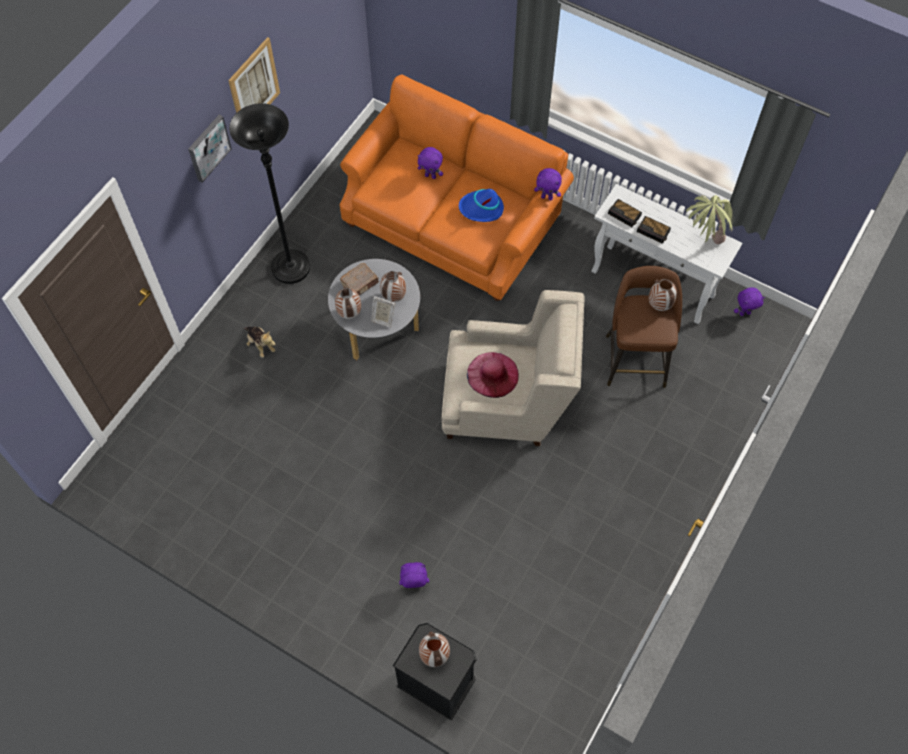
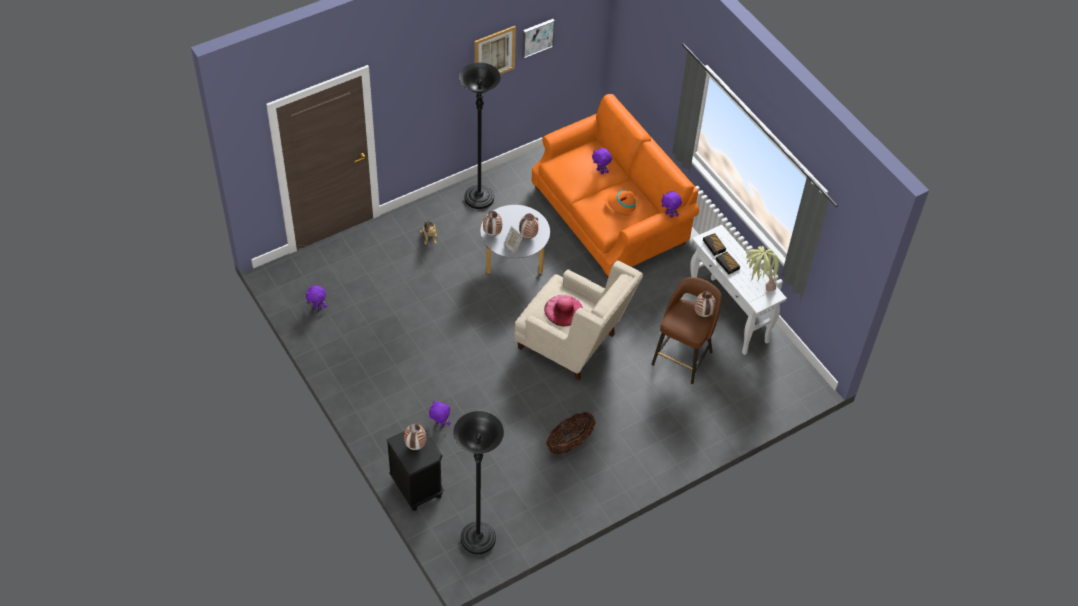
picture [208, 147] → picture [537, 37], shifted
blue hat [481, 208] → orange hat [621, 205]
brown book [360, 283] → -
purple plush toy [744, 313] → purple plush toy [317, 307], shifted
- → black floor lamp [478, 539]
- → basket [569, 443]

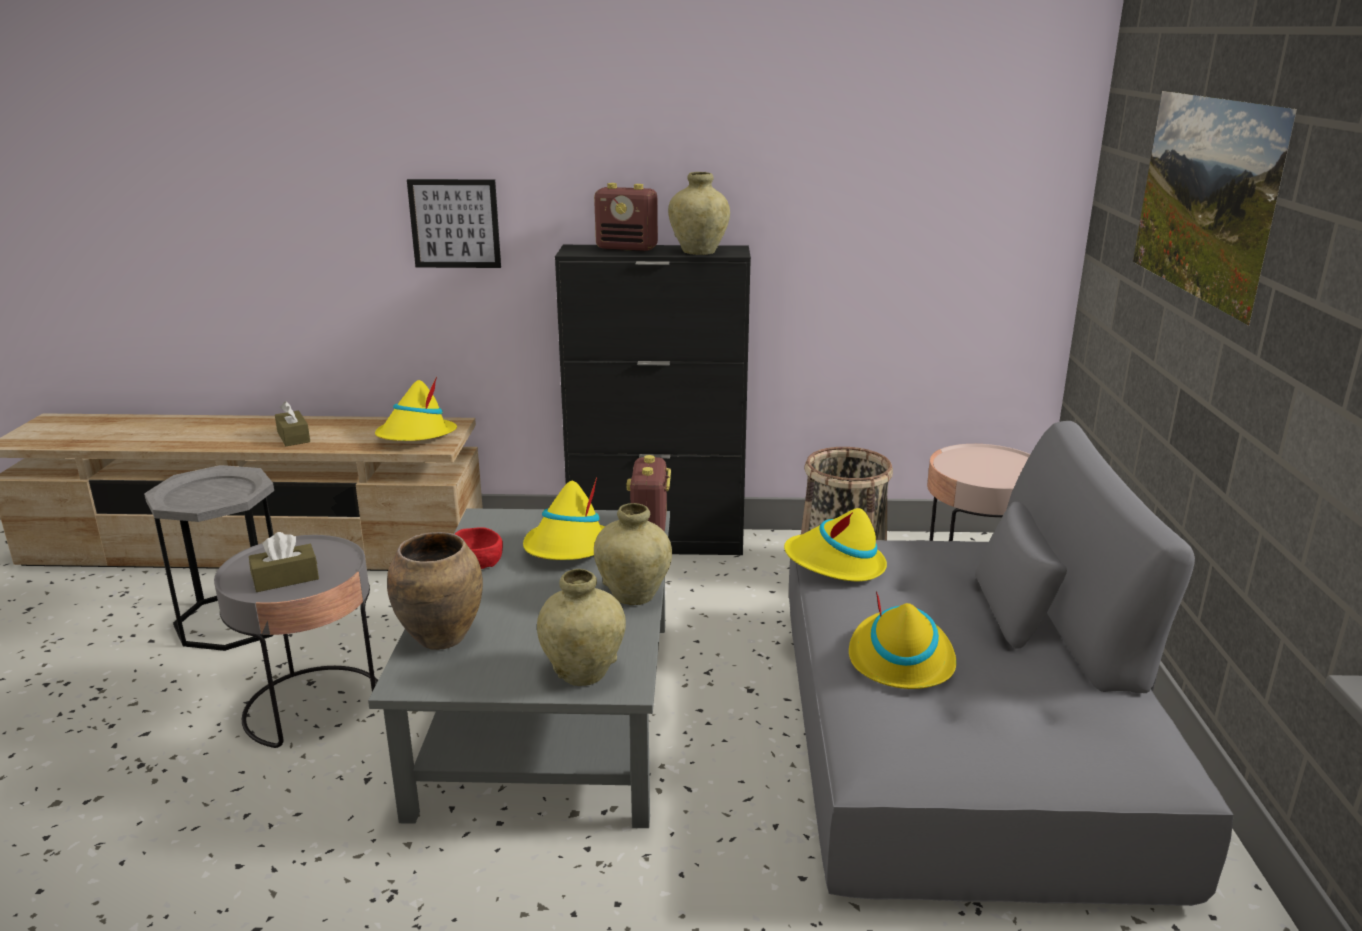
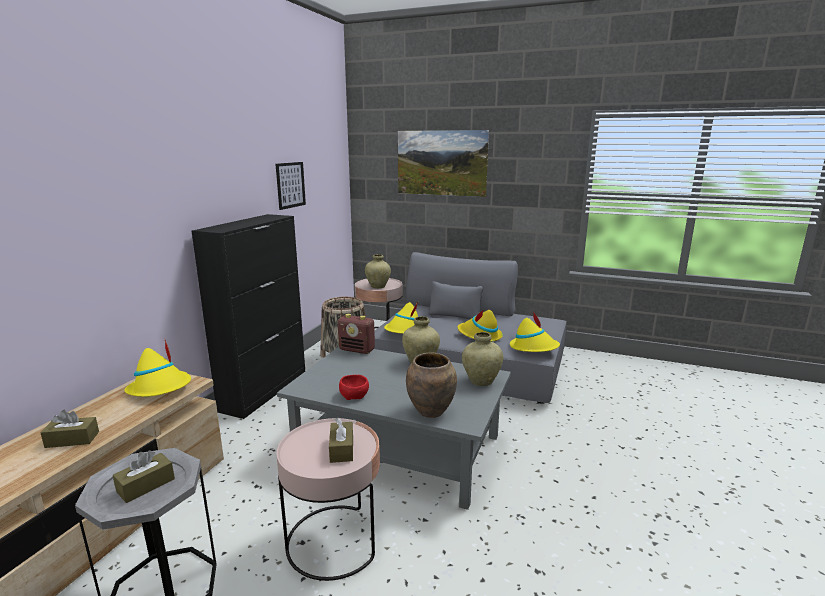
beige vase [698, 252] → beige vase [378, 286], shifted
picture [455, 223] → picture [290, 185], shifted
radio [627, 248] → -
yellow hat [569, 548] → yellow hat [533, 347], shifted
grey side table [314, 706] → pink side table [334, 540]
- → brown tissue box [146, 485]

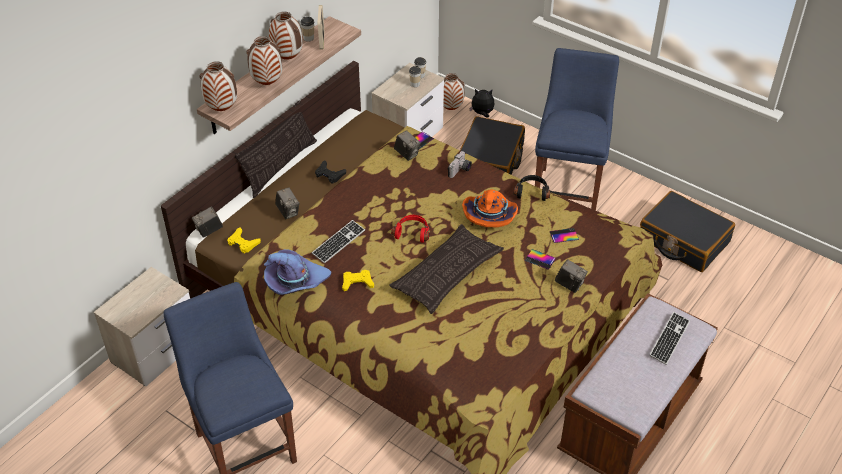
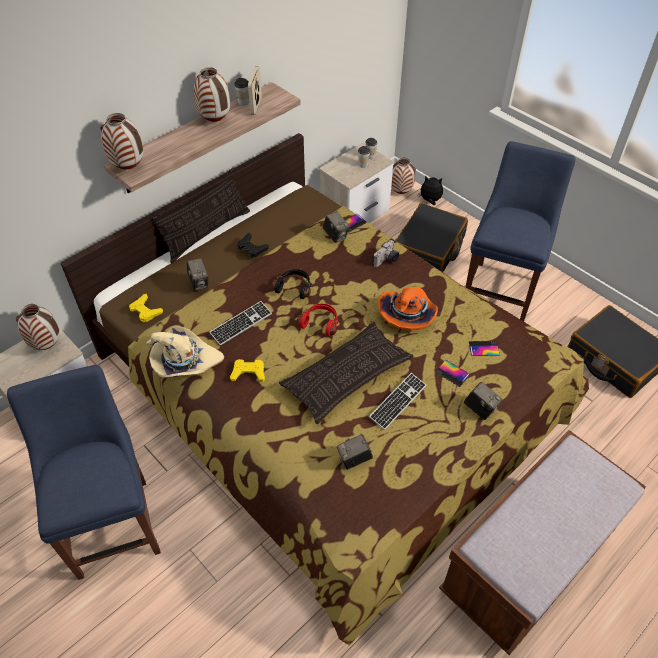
vase [267, 83] → vase [47, 345], shifted
black headphones [532, 192] → black headphones [294, 287], shifted
photo camera [209, 231] → photo camera [354, 460], shifted
purple hat [295, 281] → beige hat [184, 361]
keyboard [669, 339] → keyboard [398, 402], shifted

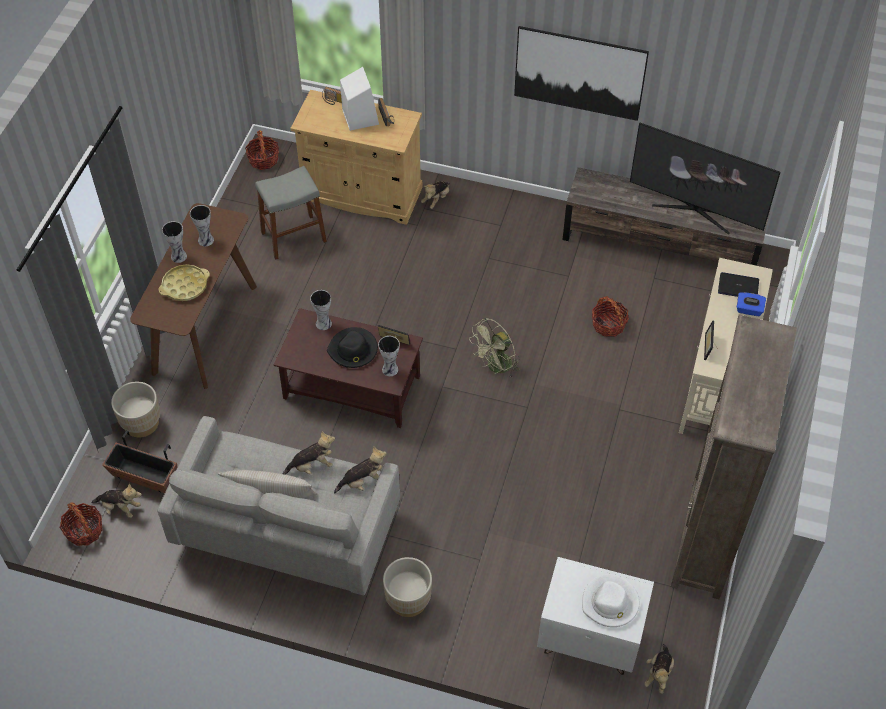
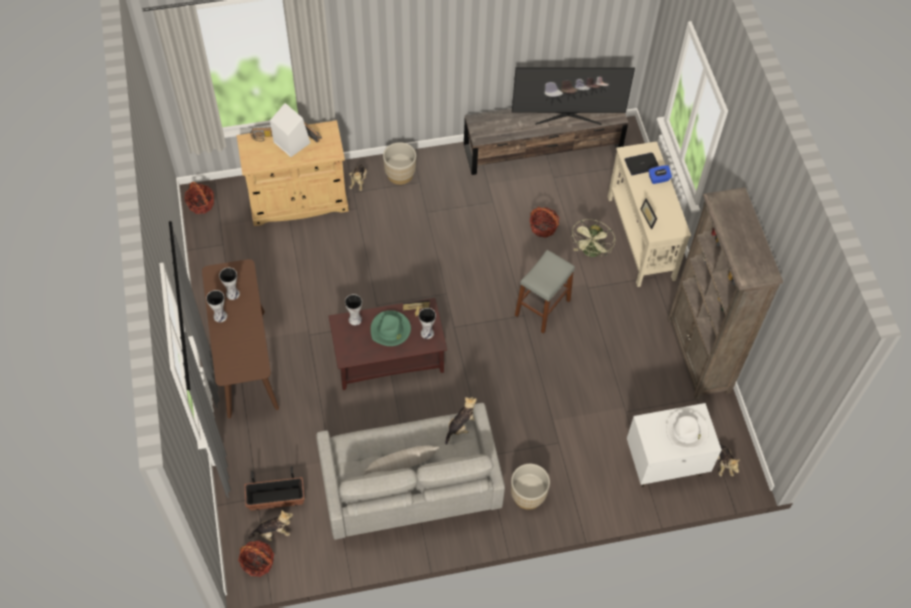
picture [579, 73] → -
grey stool [293, 237] → grey stool [542, 308], shifted
yellow tray [185, 286] → -
green fan [496, 367] → green fan [591, 253], shifted
black hat [353, 350] → green hat [390, 330]
beige planter [141, 423] → beige planter [400, 174], shifted
plush toy [312, 466] → -

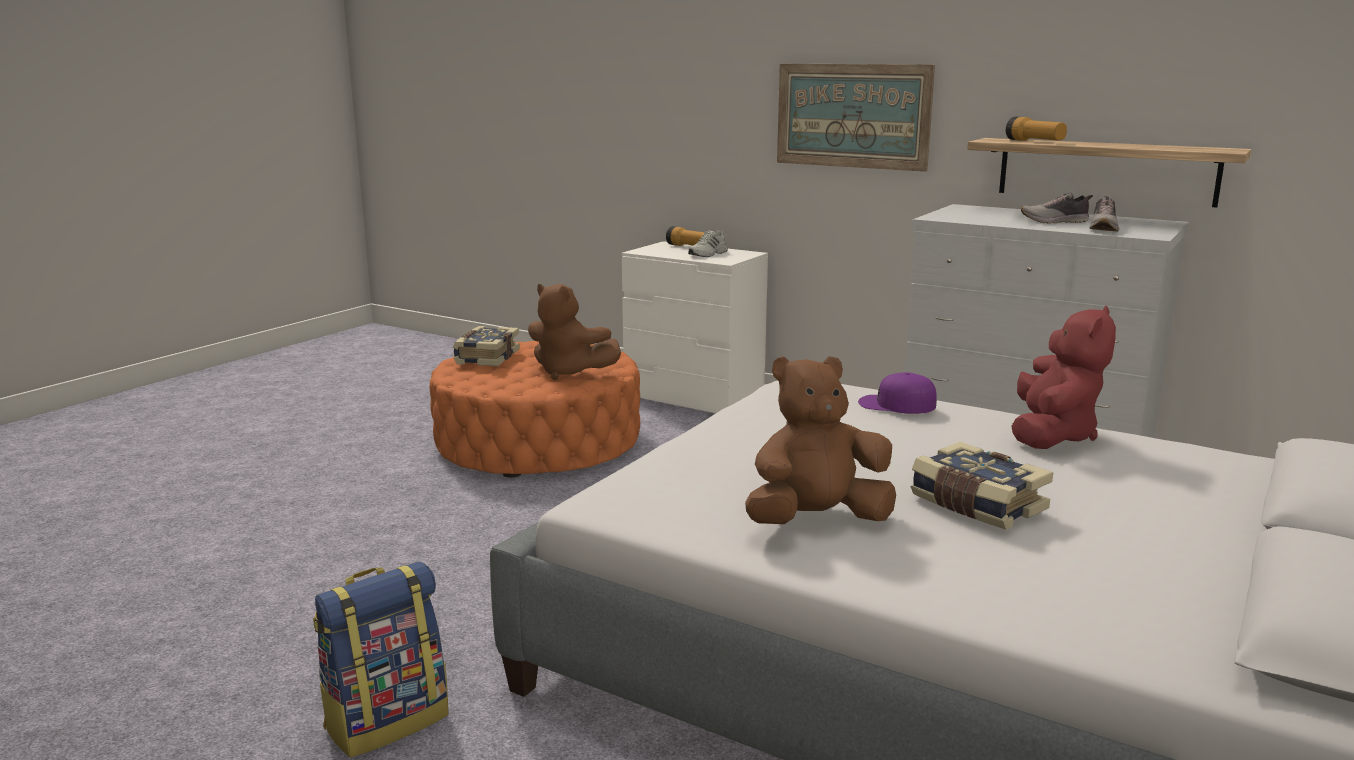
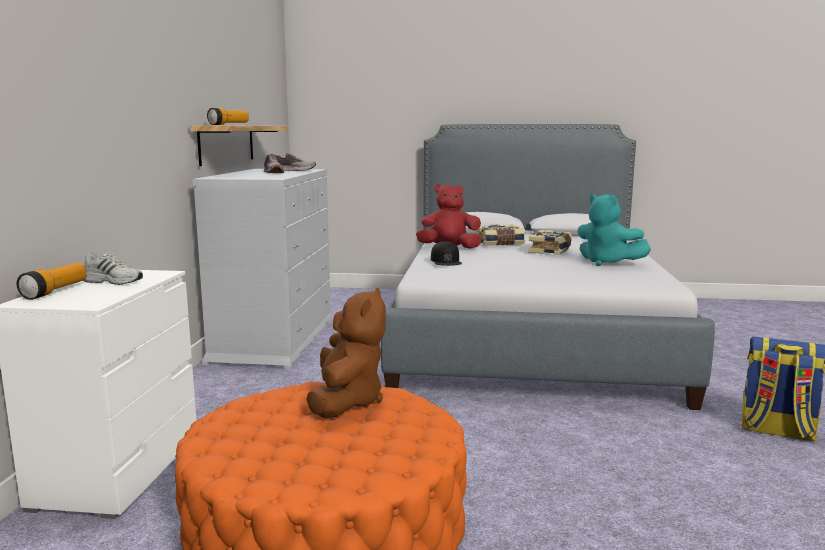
picture [852, 116] → -
book [486, 357] → book [499, 243], shifted
brown plush toy [816, 520] → turquoise plush toy [607, 263]
purple cap [896, 404] → black cap [446, 261]

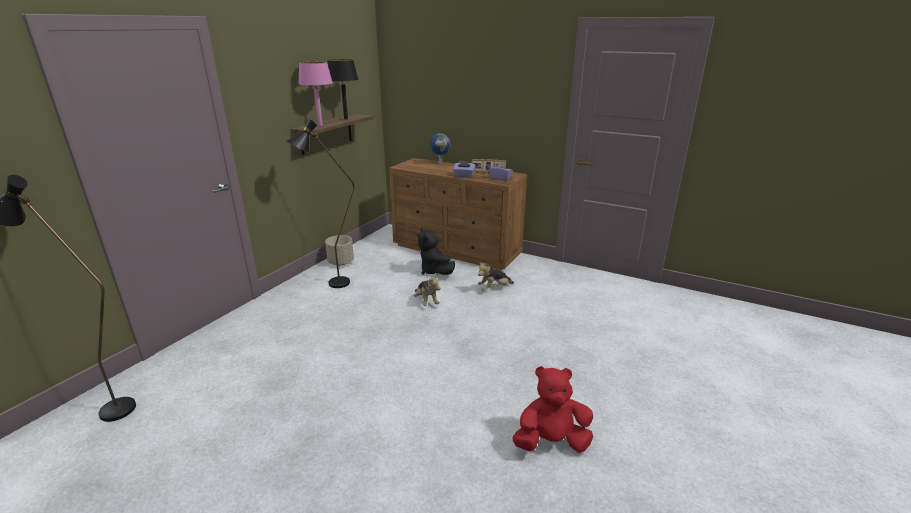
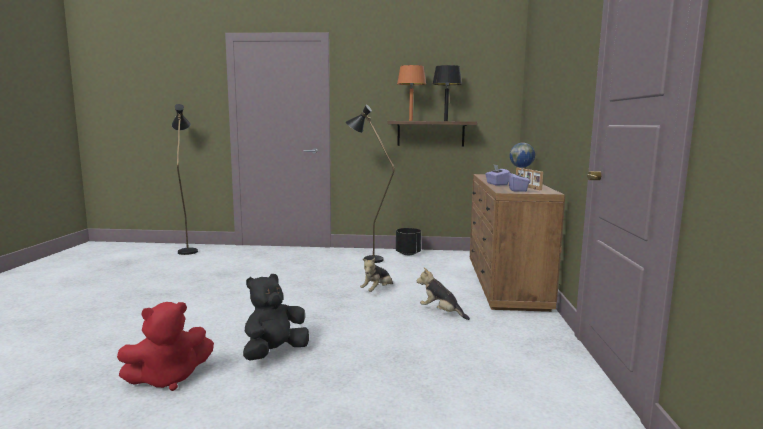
pink table lamp [320, 125] → orange table lamp [410, 120]
black plush toy [435, 271] → black plush toy [274, 352], shifted
beige planter [341, 262] → black planter [408, 253]
red plush toy [551, 441] → red plush toy [168, 379], 90 degrees clockwise

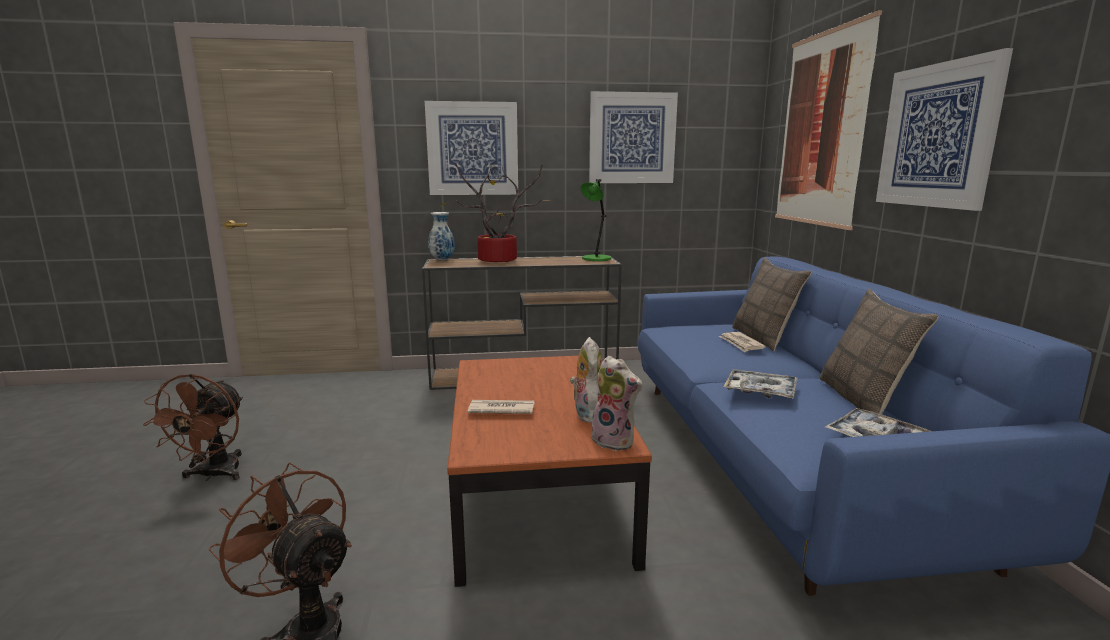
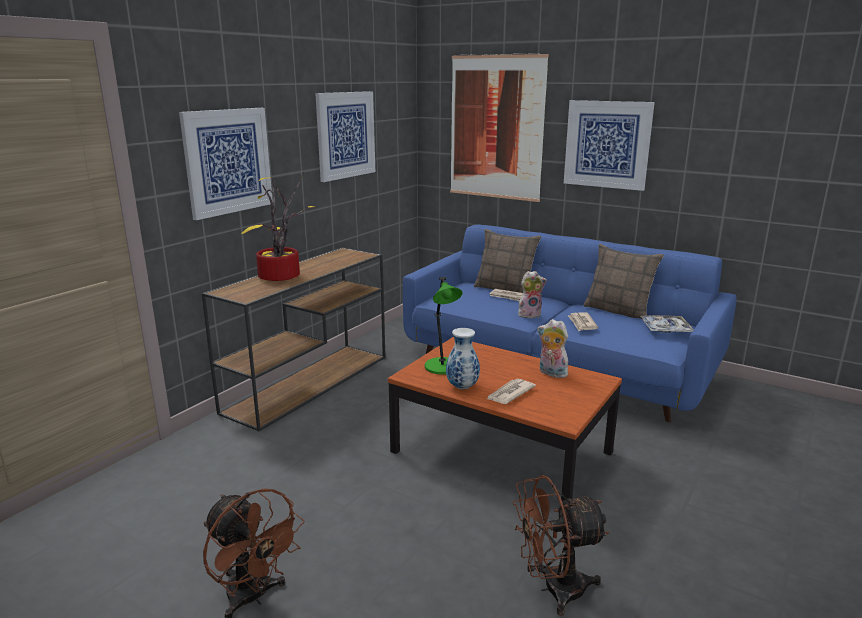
green table lamp [595, 259] → green table lamp [443, 367], shifted
vase [442, 260] → vase [461, 387], shifted
plush toy [615, 441] → plush toy [529, 314], shifted
tray [760, 391] → newspaper [582, 323]

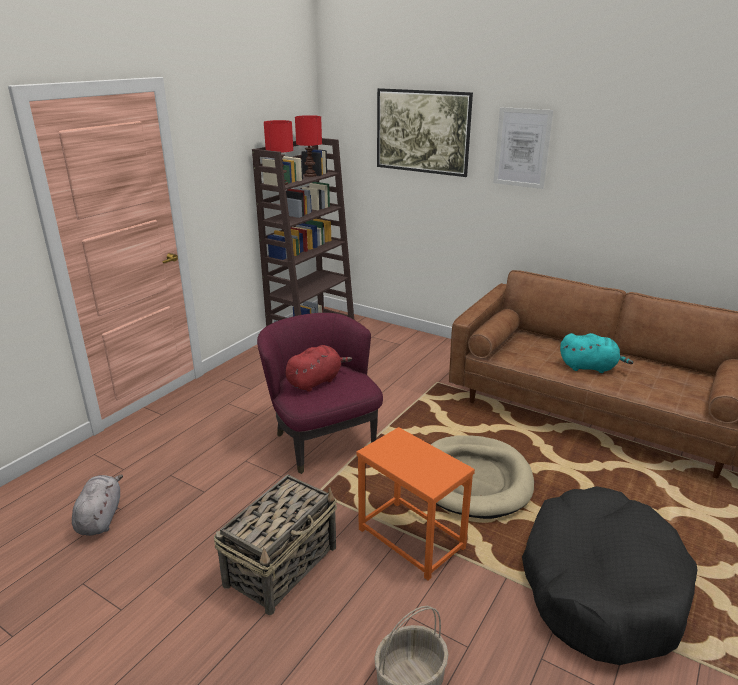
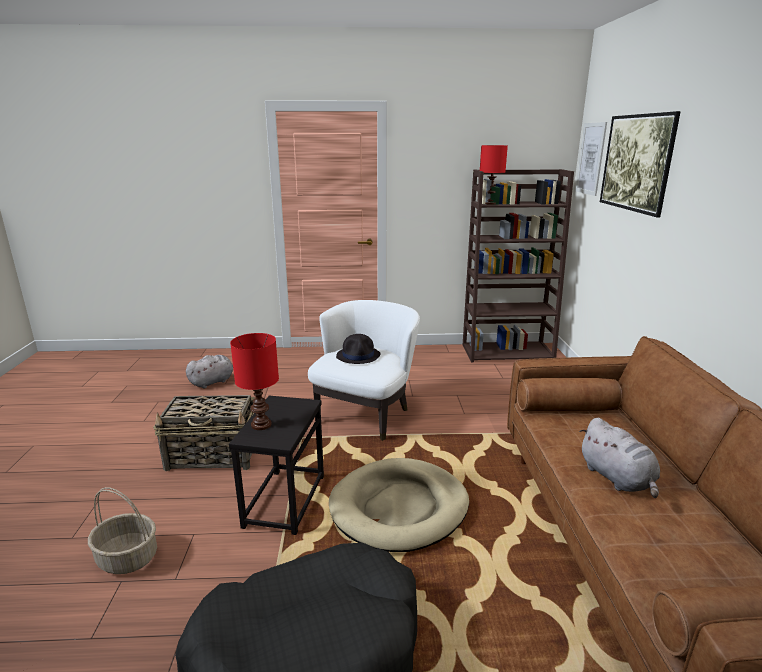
picture [522, 148] → picture [591, 158], shifted
red table lamp [311, 175] → red table lamp [261, 425], shifted
purple armchair [322, 440] → white armchair [366, 415]
turquoise plush toy [590, 367] → grey plush toy [617, 478]
red plush toy [316, 381] → black hat [358, 356]
orange side table [410, 539] → black side table [284, 500]

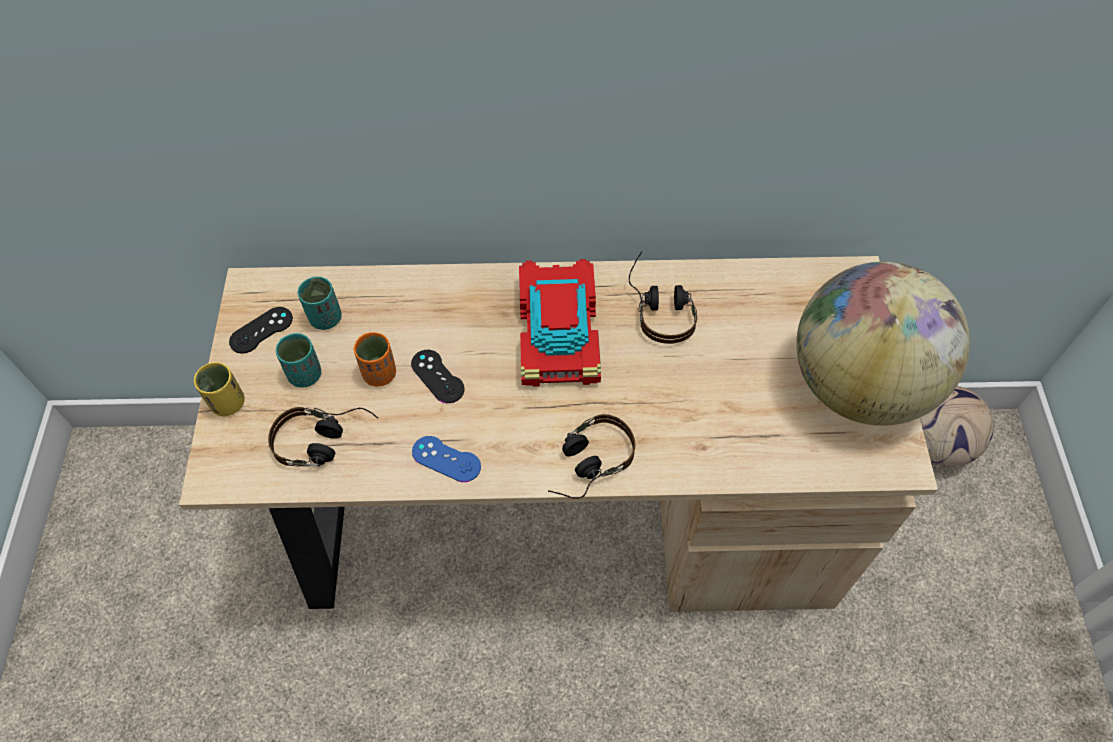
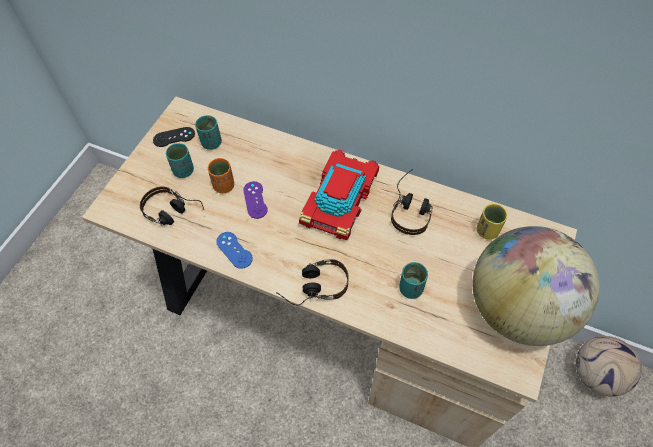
black game controller [437, 376] → purple game controller [255, 200]
yellow cup [228, 403] → yellow cup [487, 231], shifted
- → turquoise cup [410, 289]

